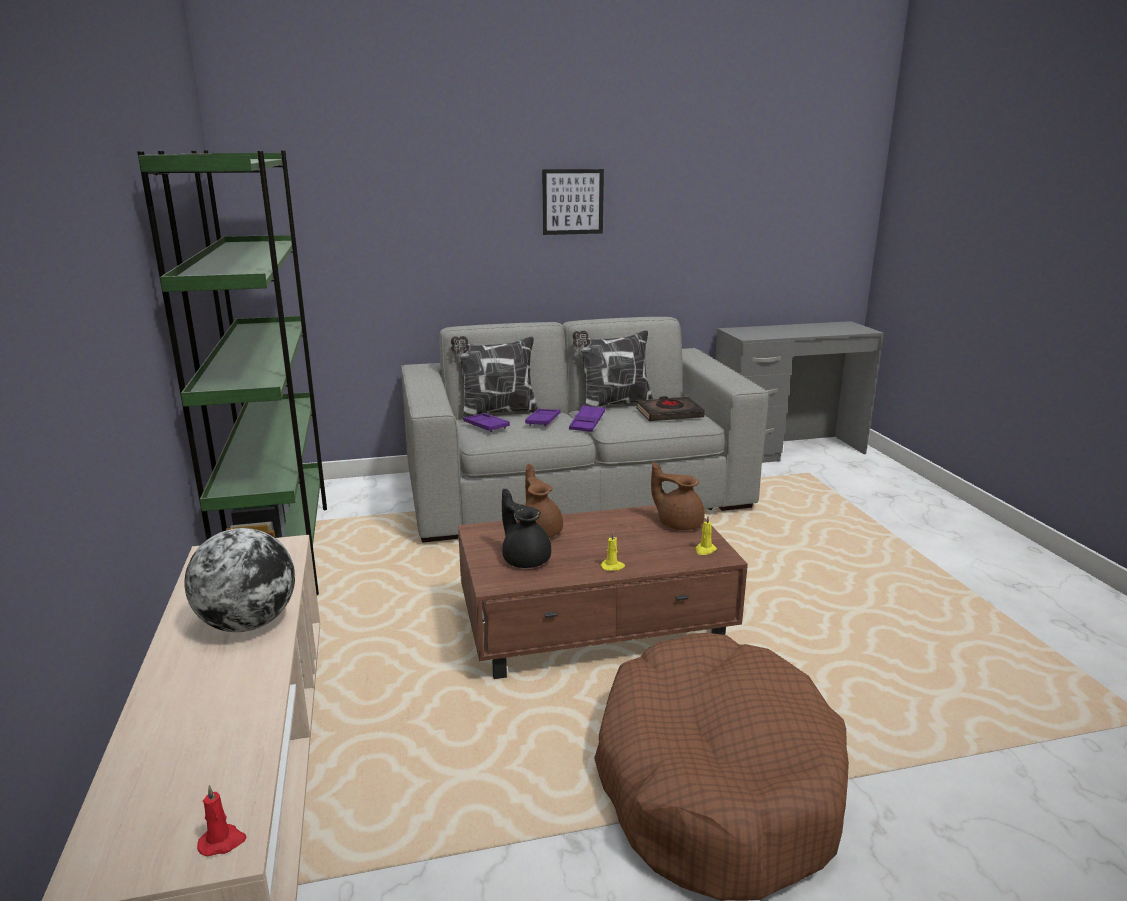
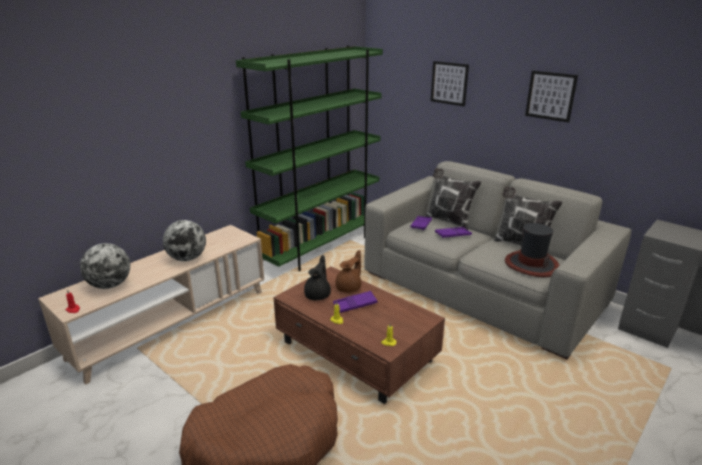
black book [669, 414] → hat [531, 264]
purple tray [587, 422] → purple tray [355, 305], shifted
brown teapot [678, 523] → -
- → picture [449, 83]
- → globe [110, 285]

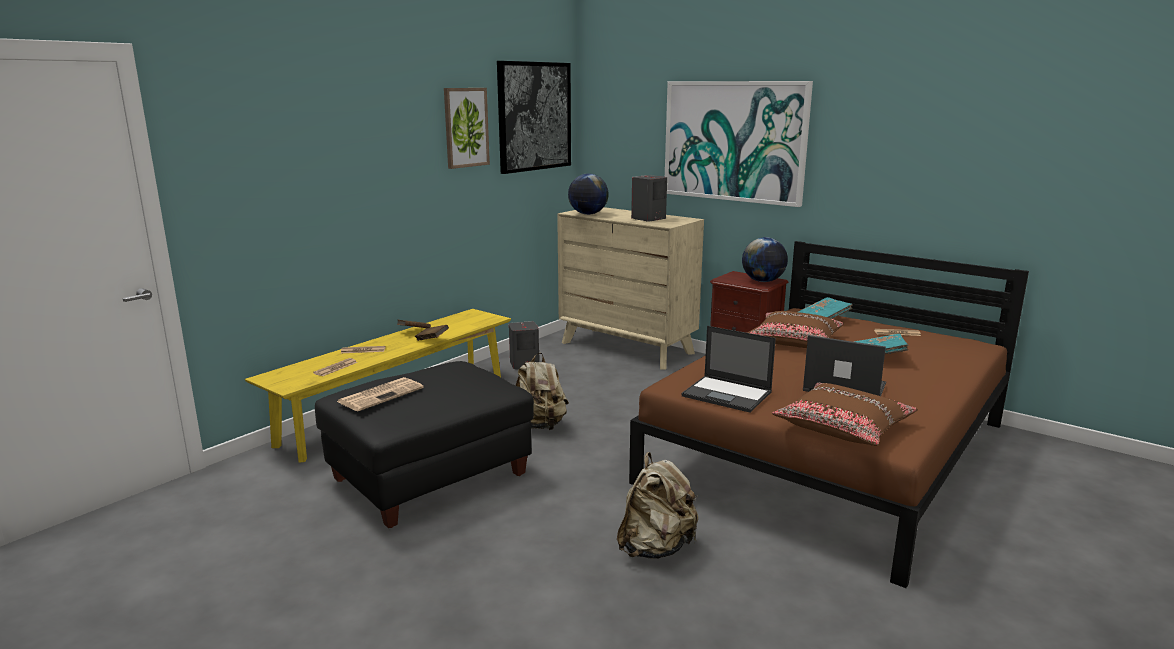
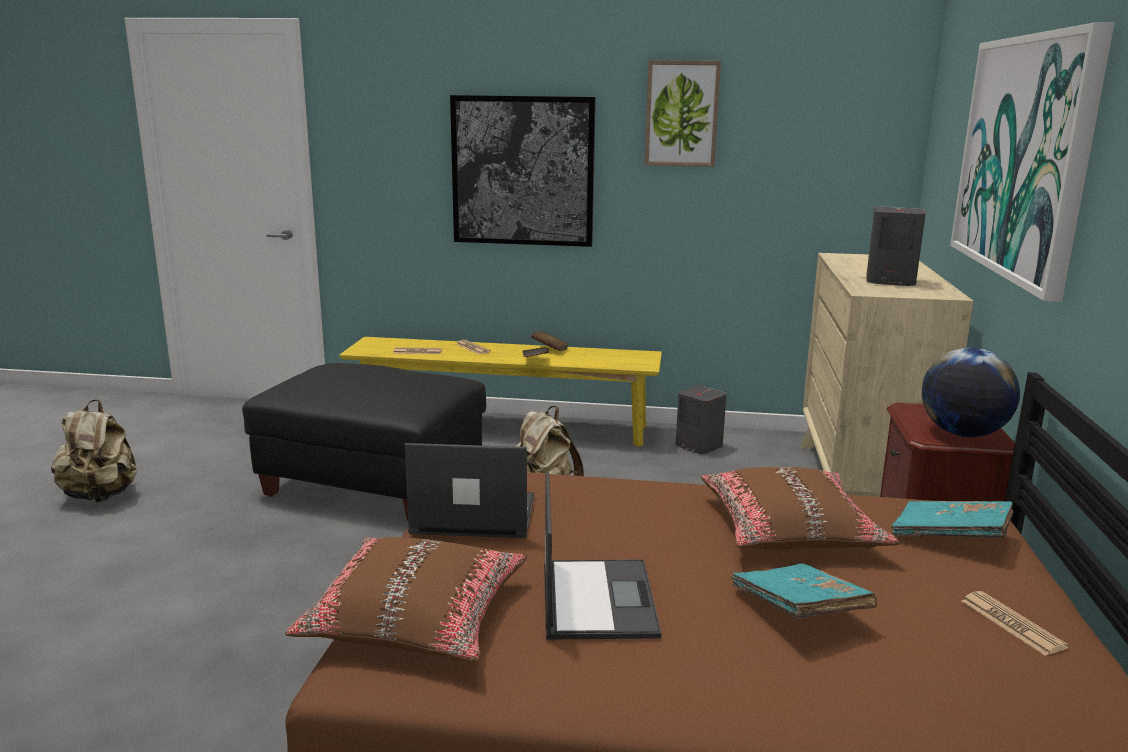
picture [534, 116] → picture [523, 171], shifted
globe [588, 214] → -
laptop [728, 394] → laptop [472, 515], 90 degrees clockwise
newspaper [381, 394] → -
beige backpack [656, 548] → beige backpack [101, 496], shifted

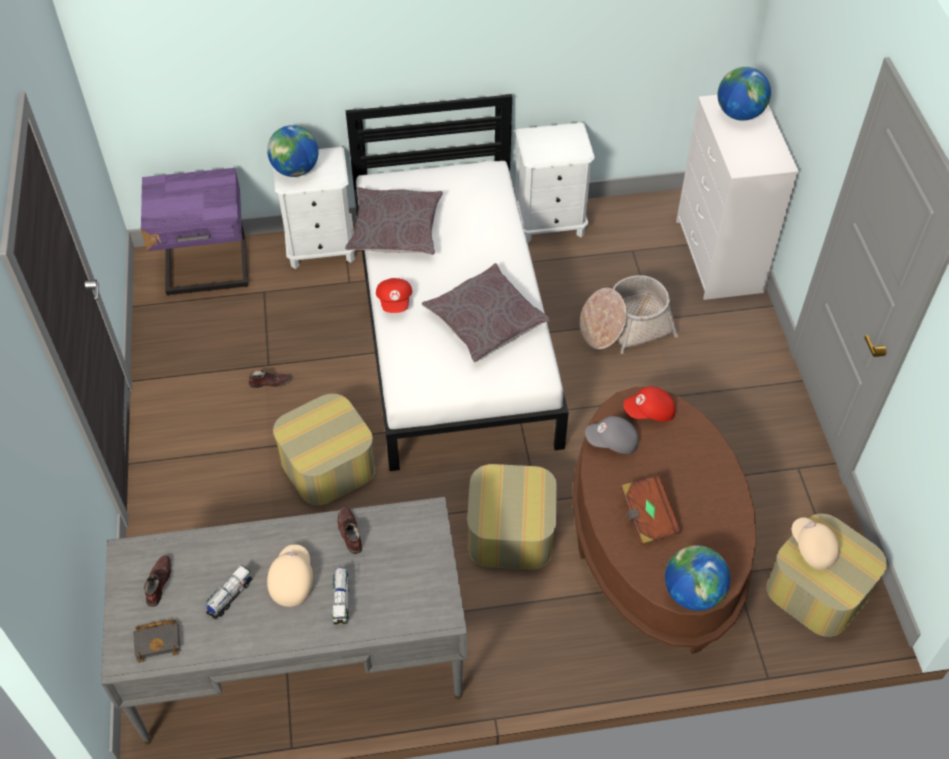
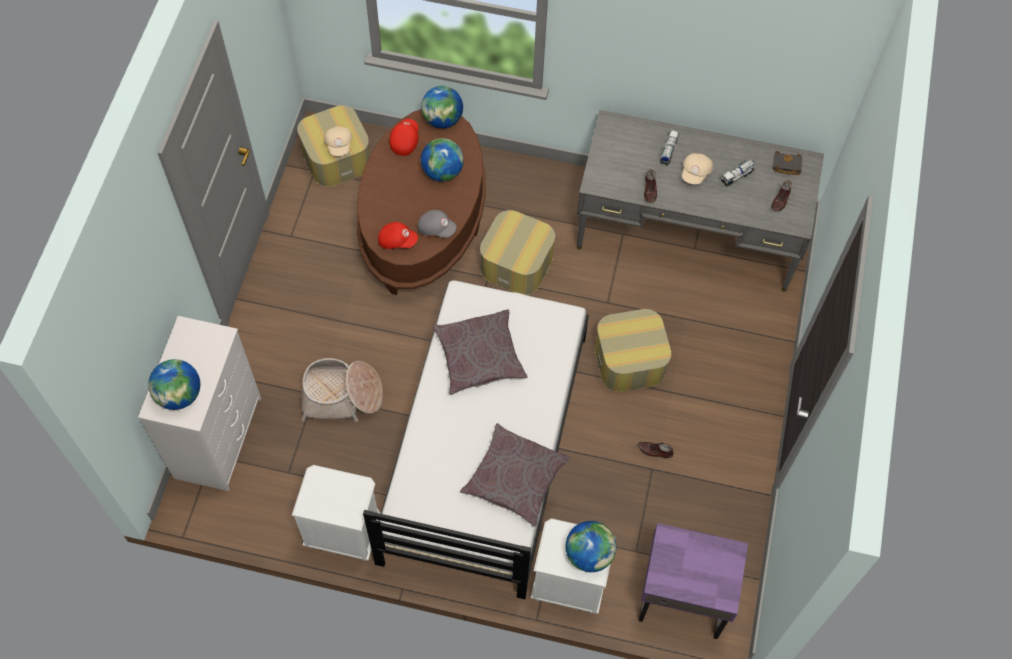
red cap [395, 301] → red cap [404, 141], shifted
brown book [647, 517] → globe [442, 172]

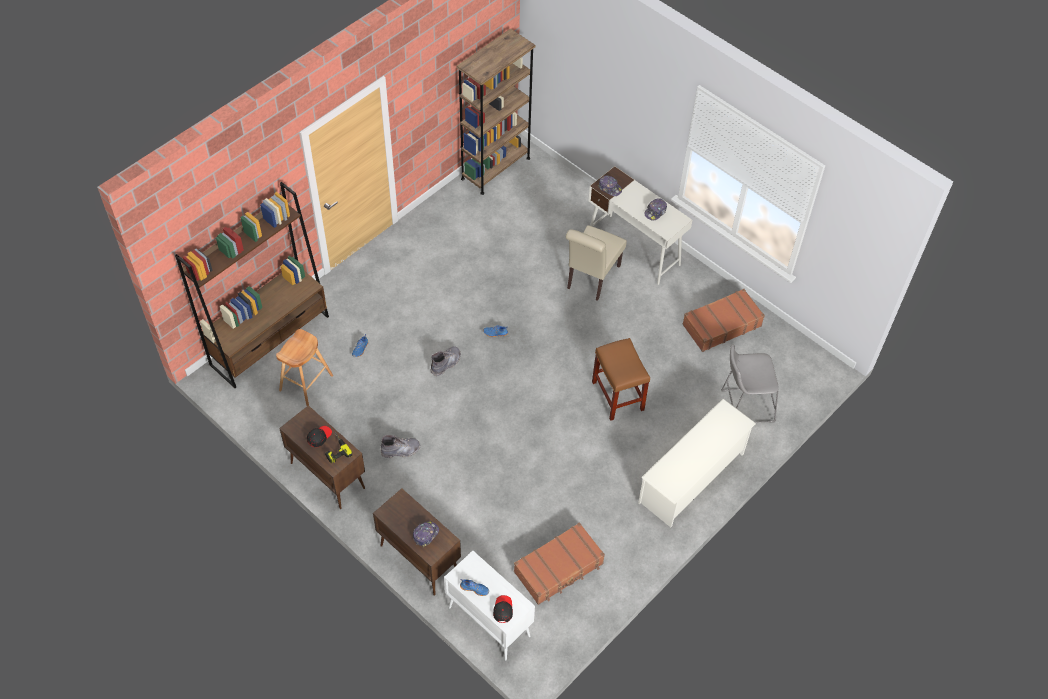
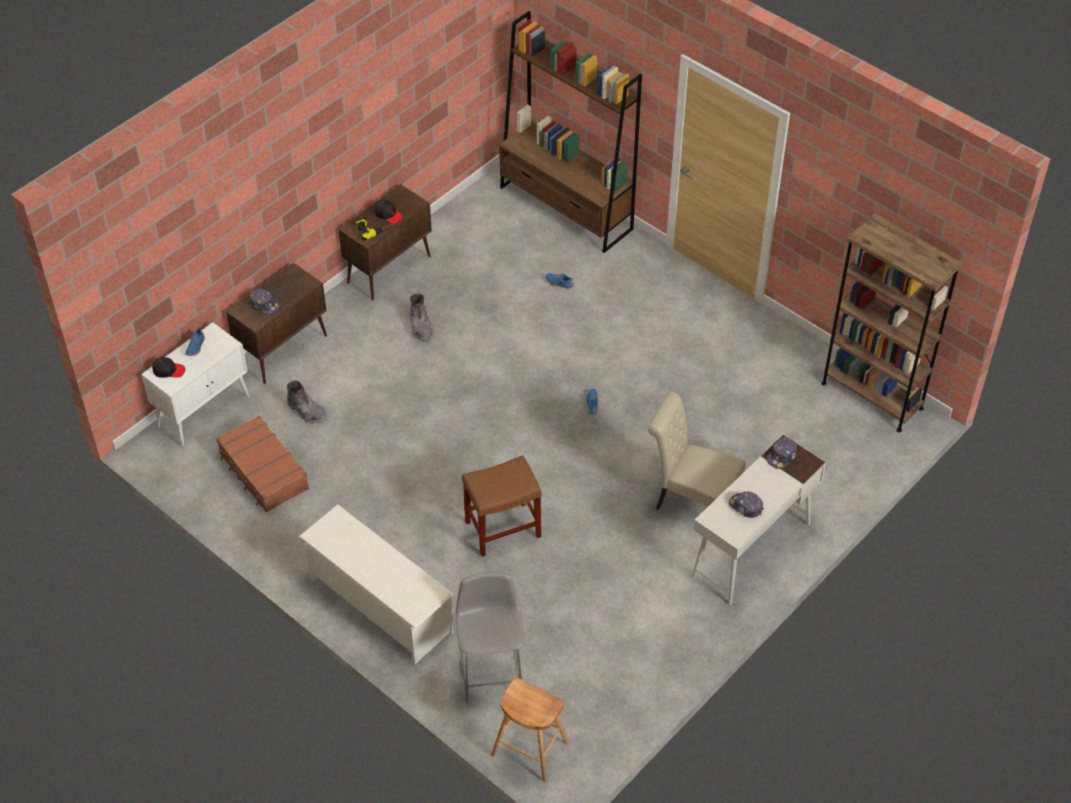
brown suitcase [721, 325] → -
brown stool [306, 383] → brown stool [530, 749], shifted
grey boot [446, 363] → grey boot [307, 411], shifted

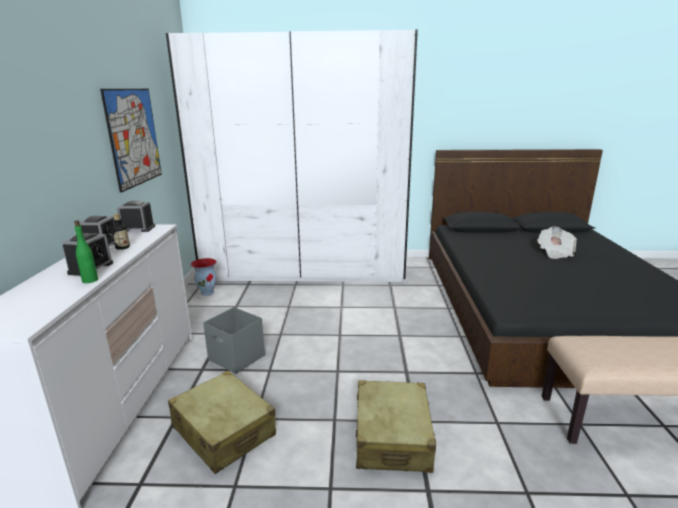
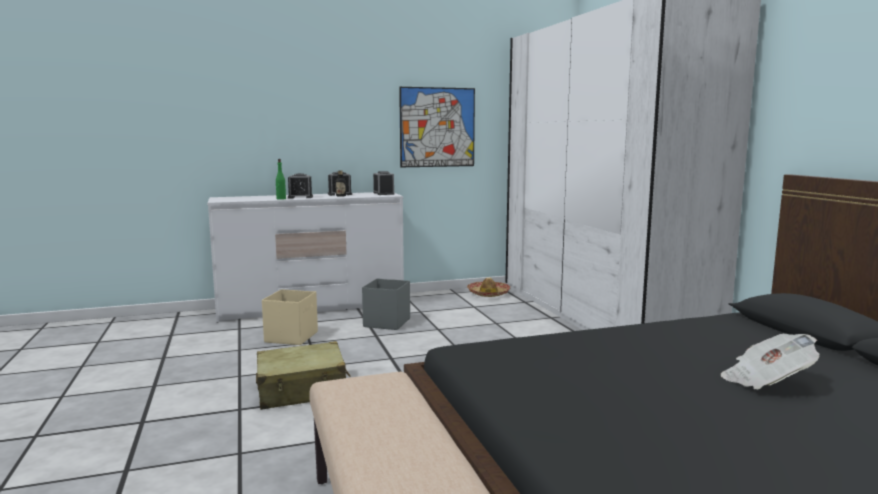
vase [207, 292] → hat [488, 293]
beige suitcase [224, 431] → beige storage box [292, 337]

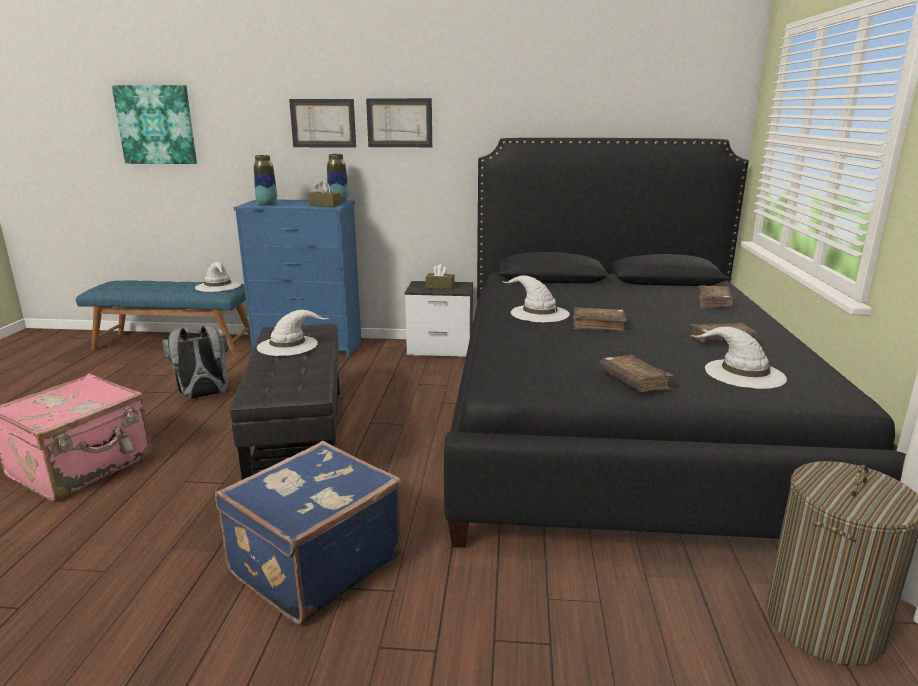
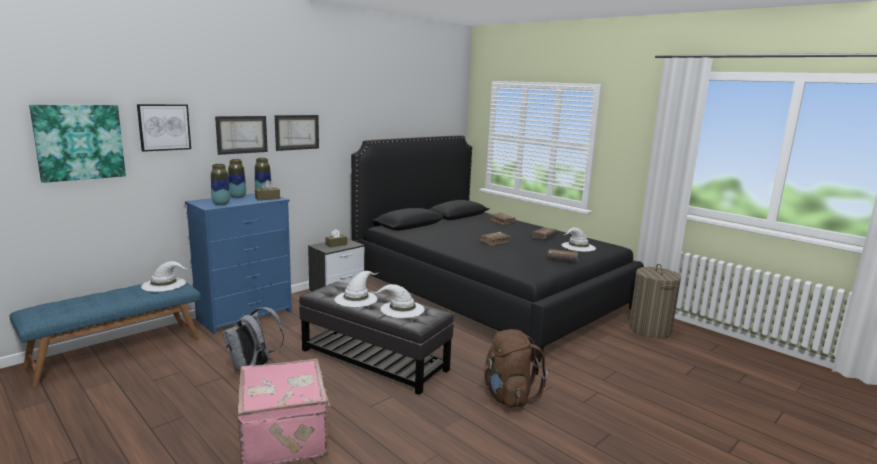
white hat [538, 313] → white hat [401, 309], shifted
blue suitcase [313, 563] → brown backpack [508, 396]
- → picture [164, 127]
- → vase [237, 197]

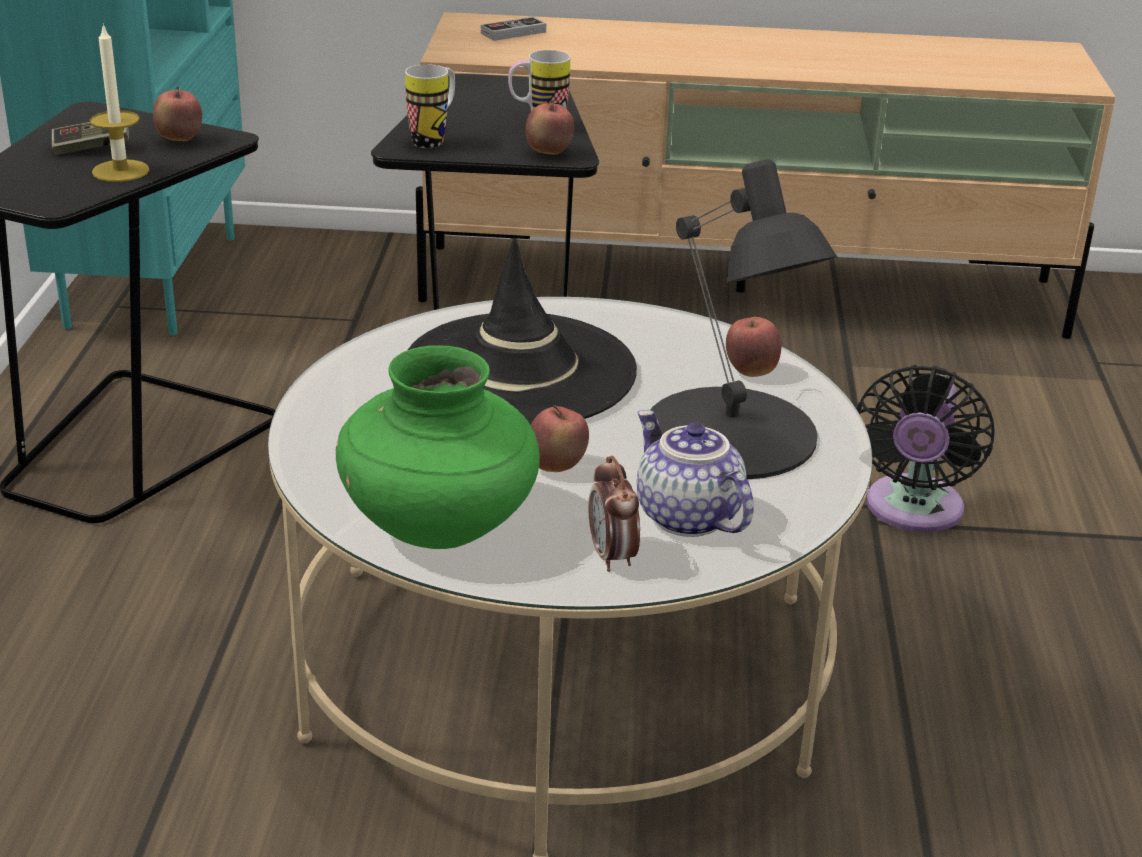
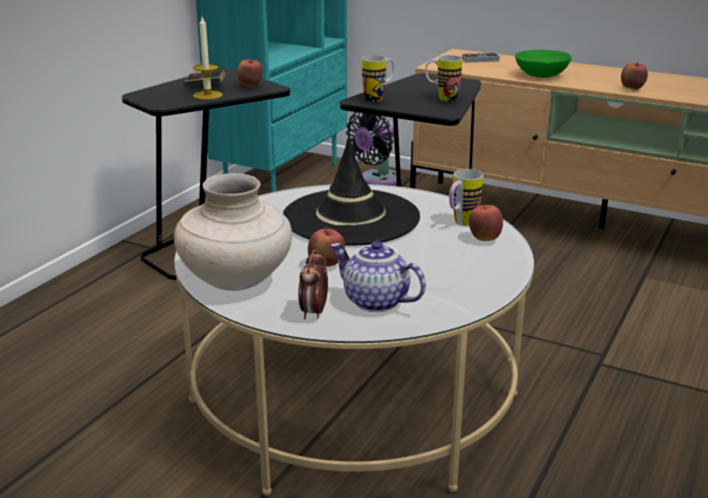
apple [549, 153] → apple [632, 89], shifted
black table lamp [730, 435] → -
green vase [440, 527] → beige vase [236, 280]
black fan [912, 511] → black fan [377, 180], shifted
teapot [685, 517] → teapot [374, 302], 45 degrees counterclockwise
- → green bowl [542, 75]
- → mug [461, 224]

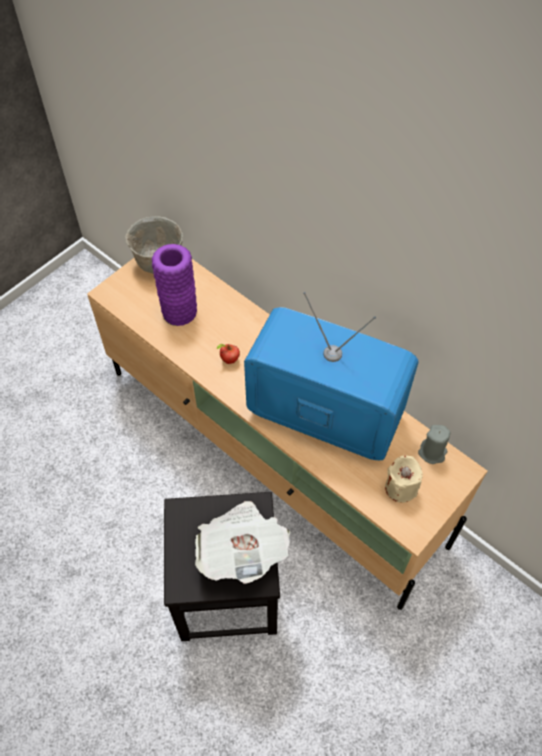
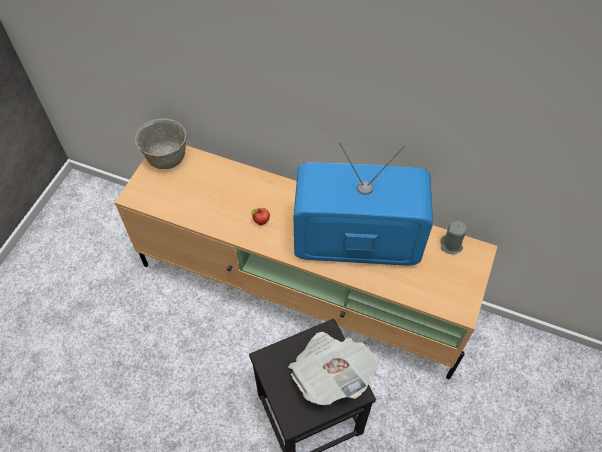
purple vase [180, 311] → -
beige candle [400, 488] → -

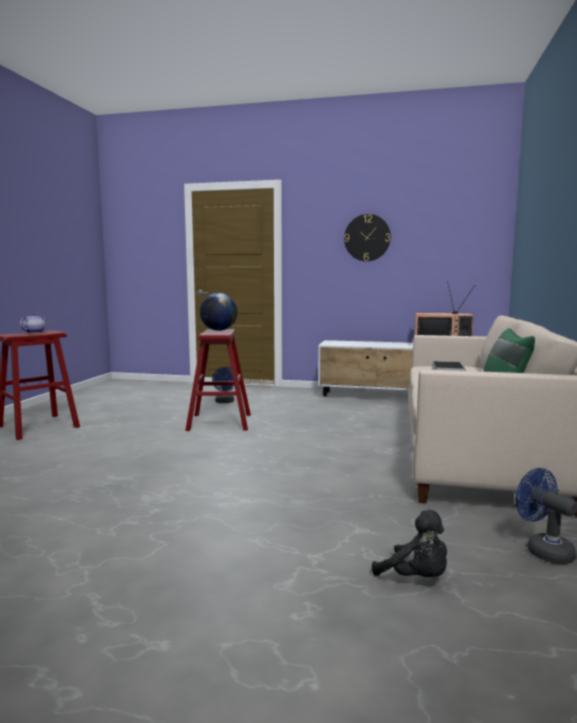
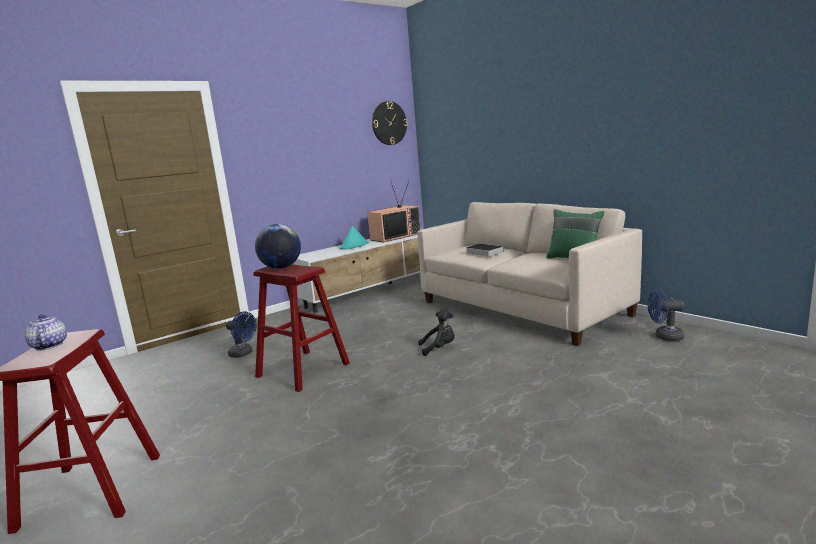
wall clock [367, 237] → wall clock [389, 123], shifted
black plush toy [416, 578] → black plush toy [439, 348], shifted
- → turquoise hat [354, 246]

